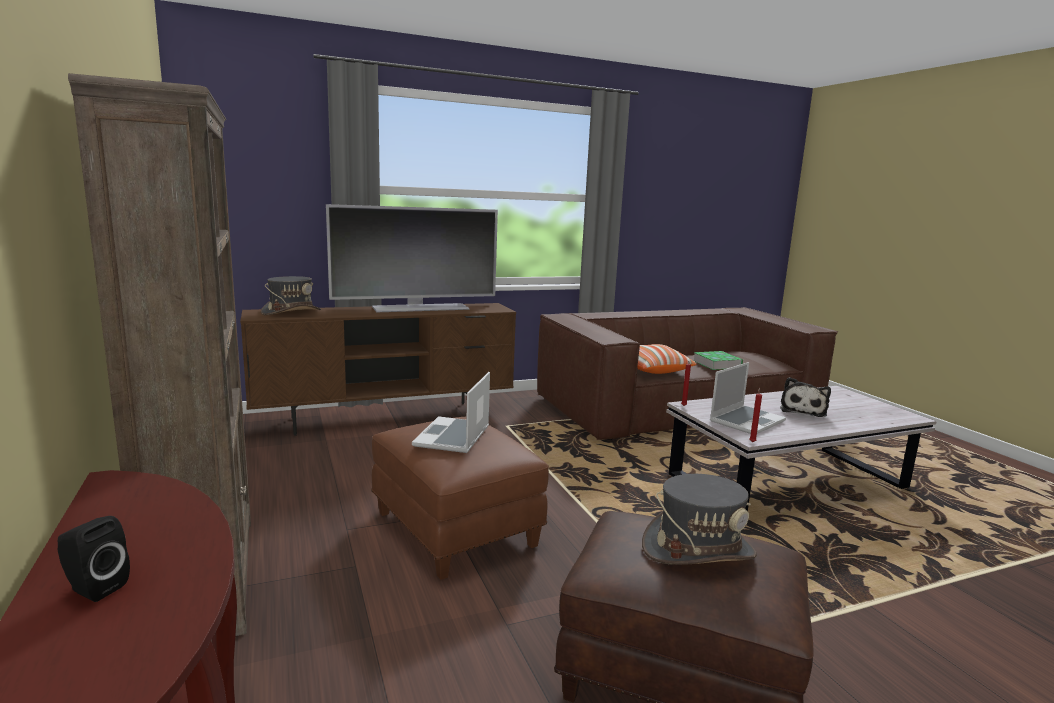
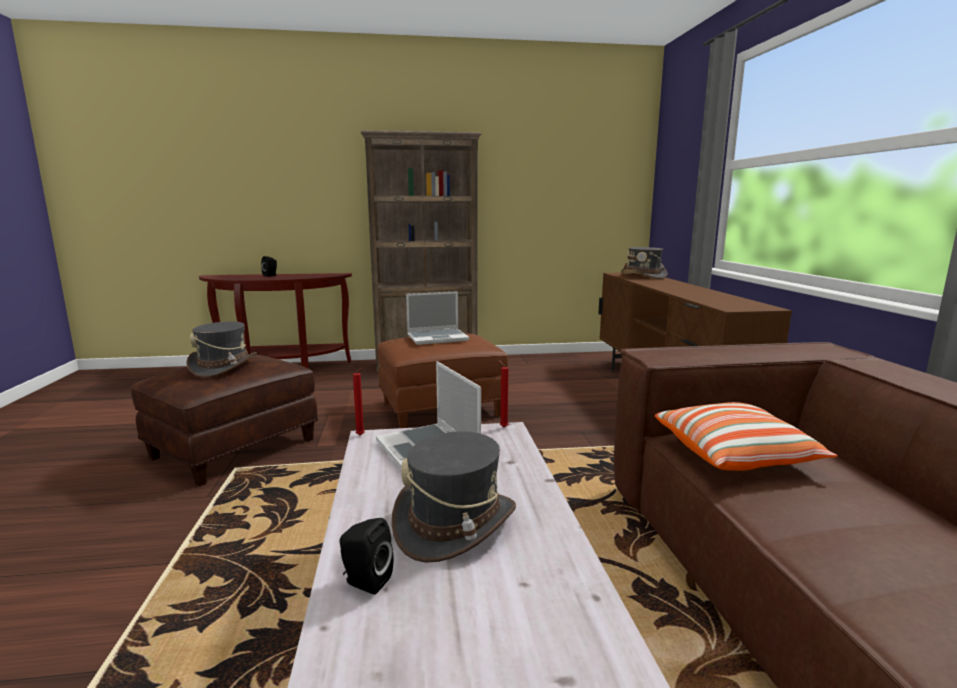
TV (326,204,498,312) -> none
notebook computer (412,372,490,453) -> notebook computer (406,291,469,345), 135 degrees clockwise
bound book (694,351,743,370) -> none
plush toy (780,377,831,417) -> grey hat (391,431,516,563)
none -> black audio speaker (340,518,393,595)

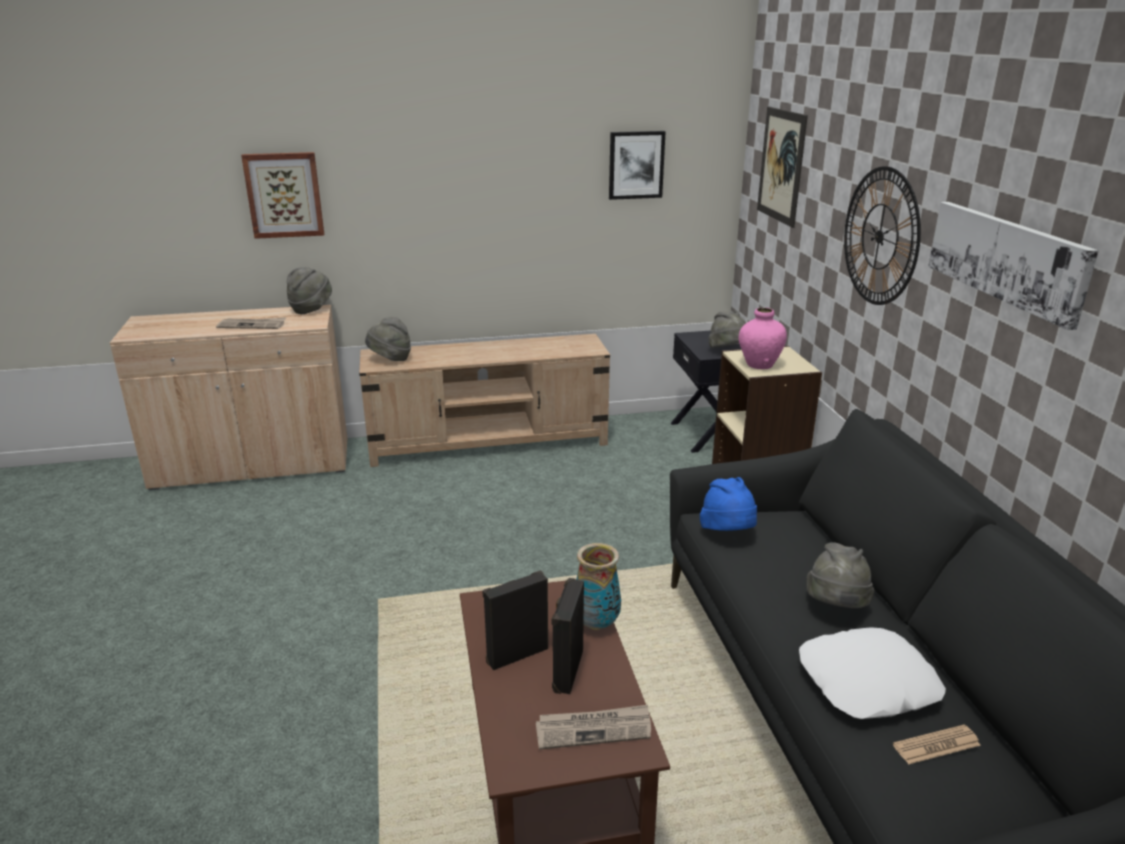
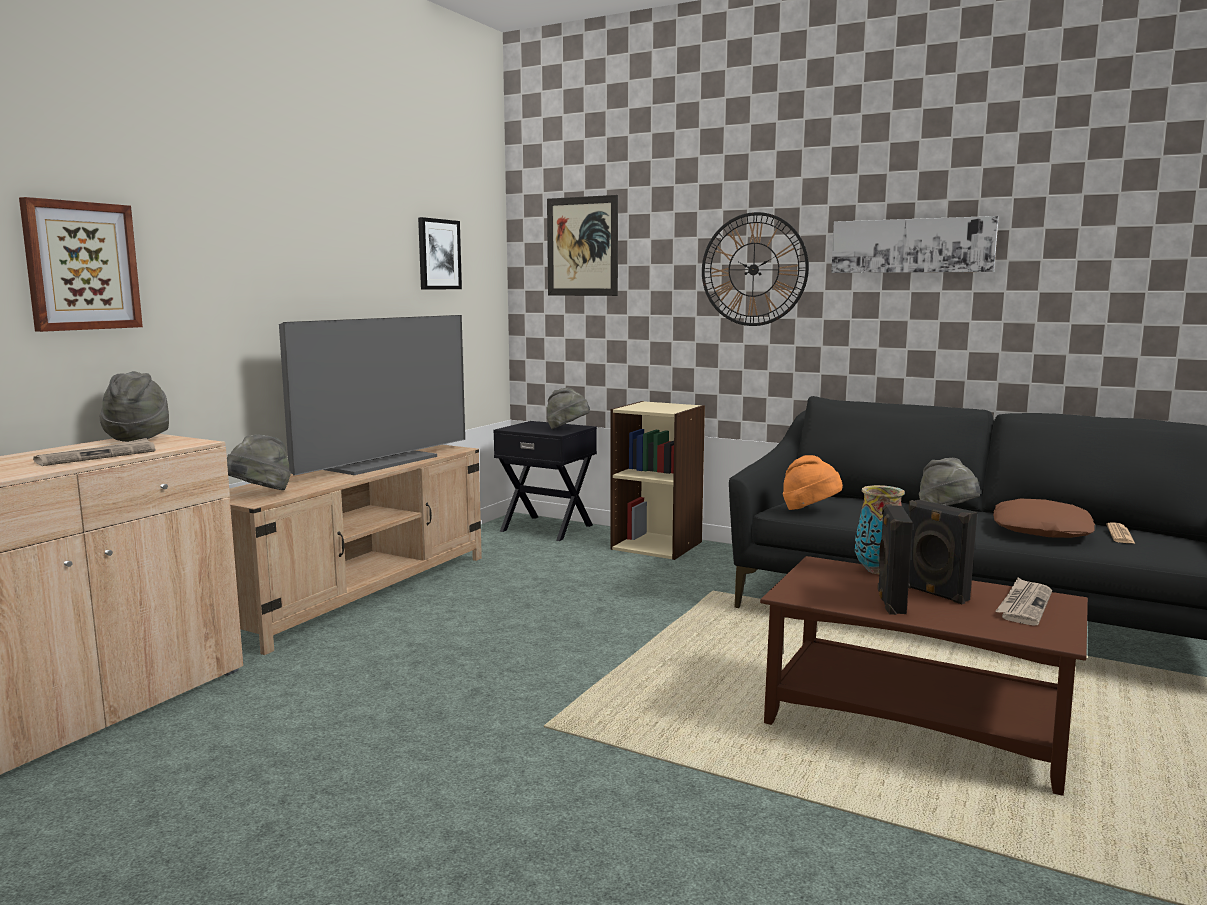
blue hat (700,477,757,531) -> orange-coloured hat (783,455,843,510)
pink vase (739,308,787,369) -> none
white-coloured pillow (799,628,946,719) -> brown-coloured pillow (993,499,1095,538)
none -> TV (279,315,465,476)

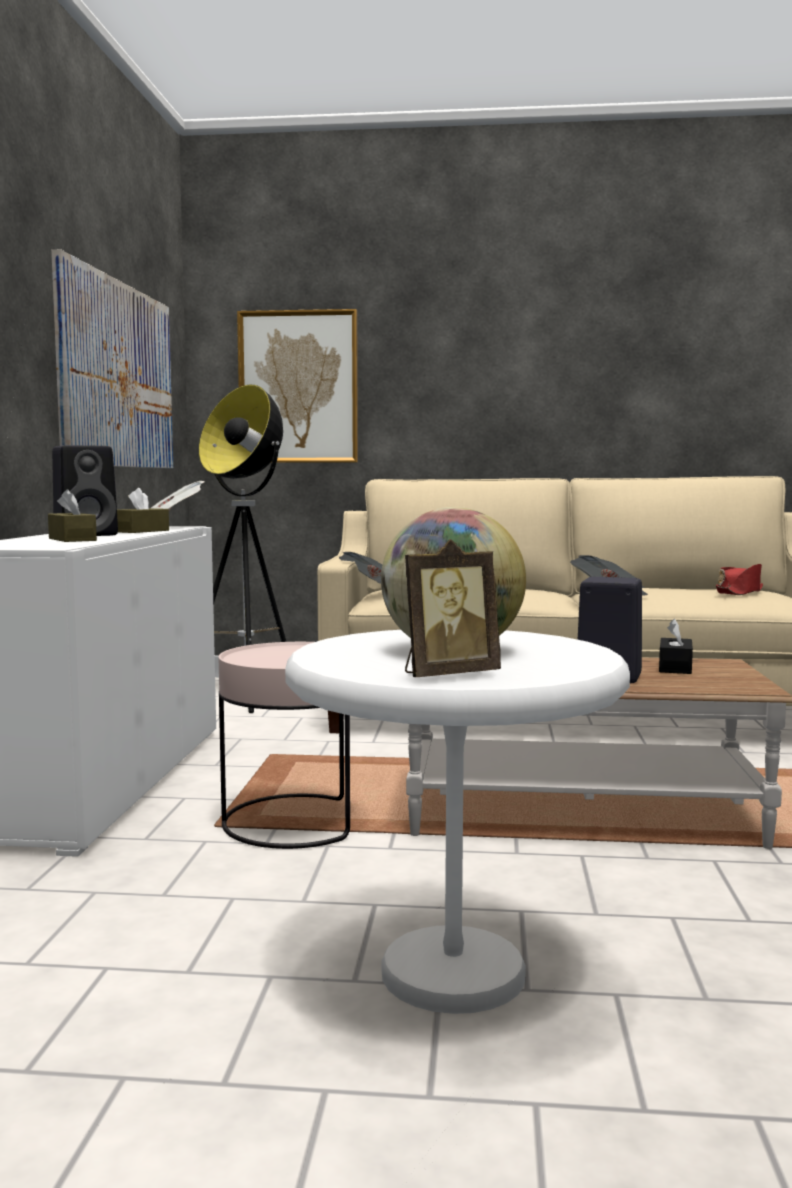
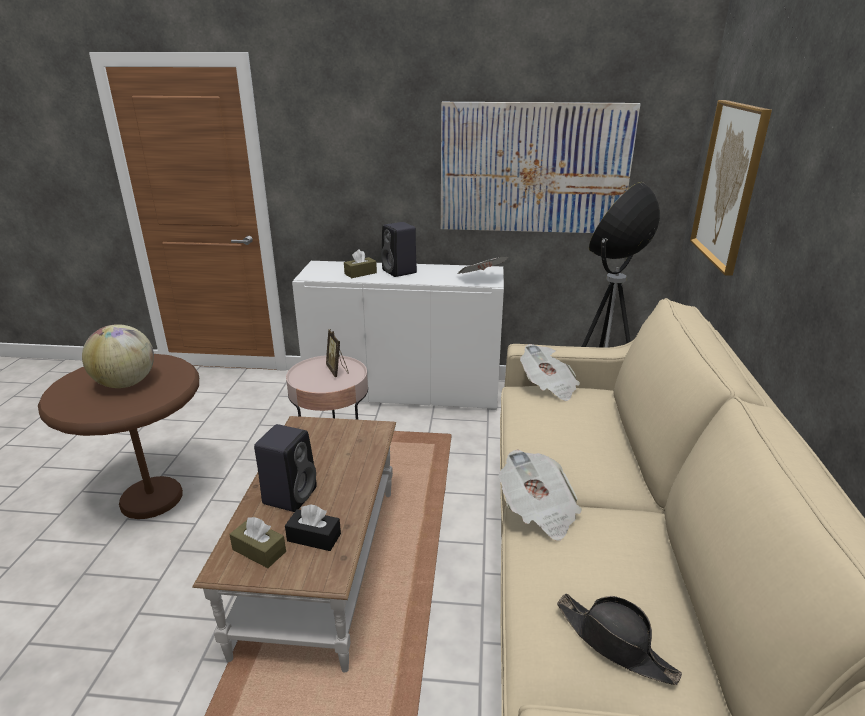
brown-coloured box of tissues (117,488,169,533) -> brown-coloured box of tissues (229,517,286,568), shifted
white-coloured accent table (285,630,630,1014) -> brown-coloured accent table (38,354,199,519)
standing frame (405,539,501,677) -> standing frame (326,329,349,377), shifted
reddish hat (716,564,763,595) -> black hat (557,593,682,685)

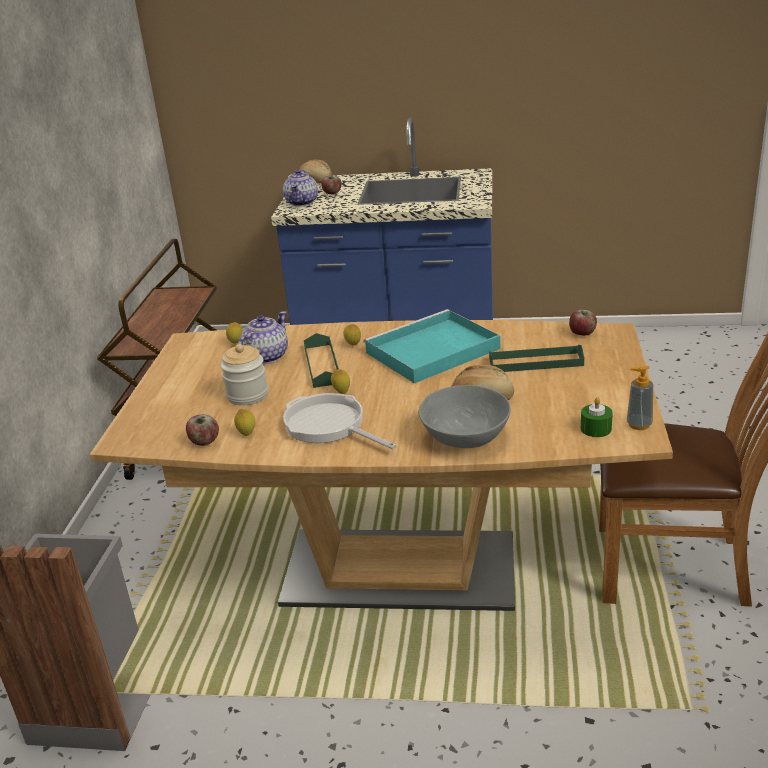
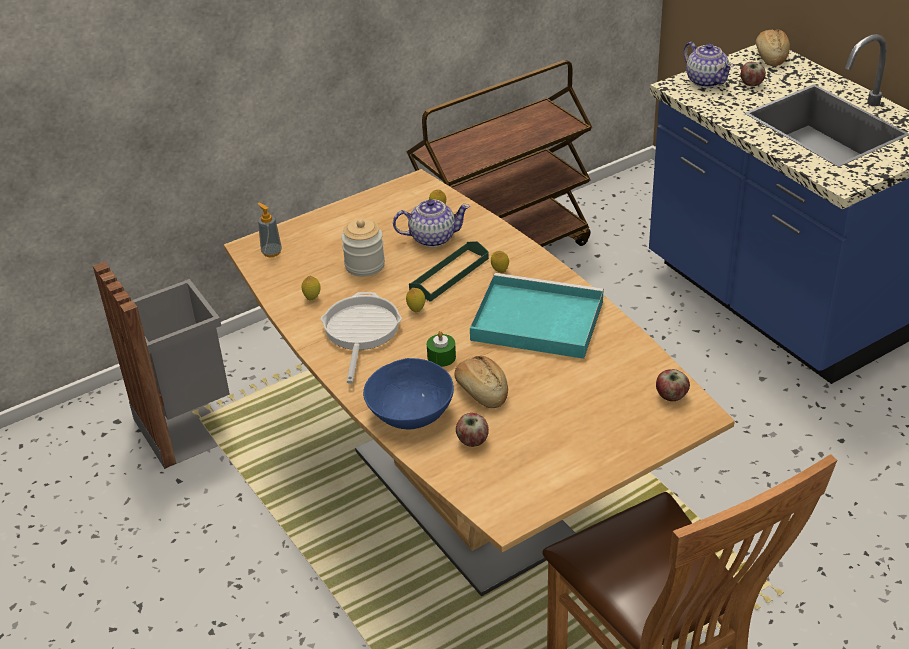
apple (186,414,219,446) -> apple (456,413,489,447), shifted
tea pot (283,170,318,206) -> tea pot (683,42,734,88), 90 degrees counterclockwise
grey deep dish (418,385,511,448) -> blue deep dish (363,358,454,429)
greenish carrying tray (489,345,584,372) -> none
greenish wax light (581,397,613,437) -> greenish wax light (427,331,456,367), shifted
soap dispenser (627,366,653,430) -> soap dispenser (258,203,282,257), shifted

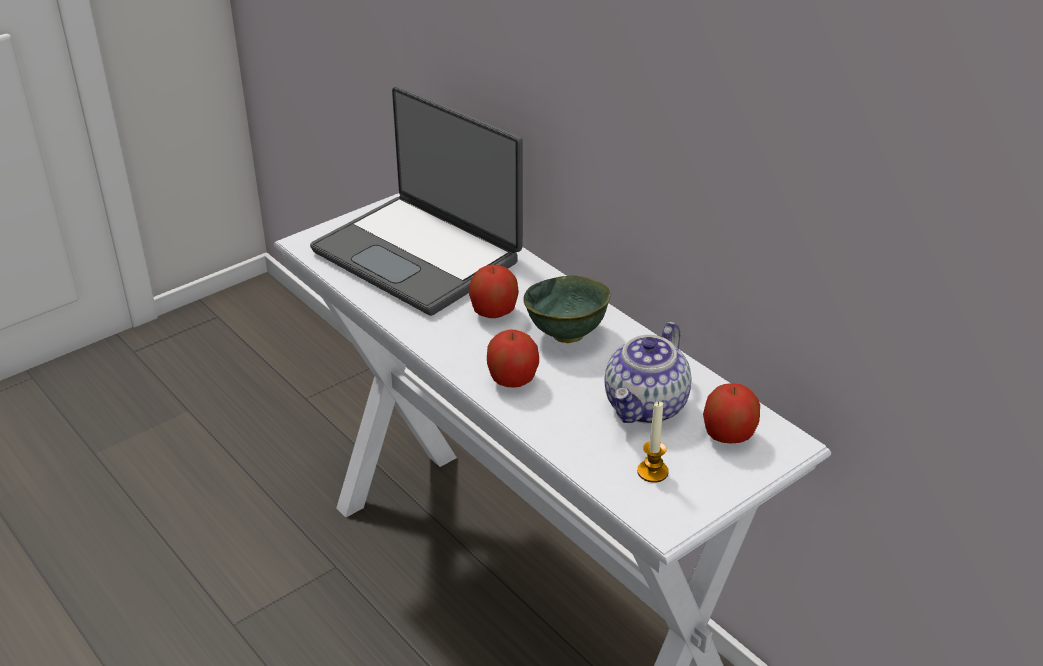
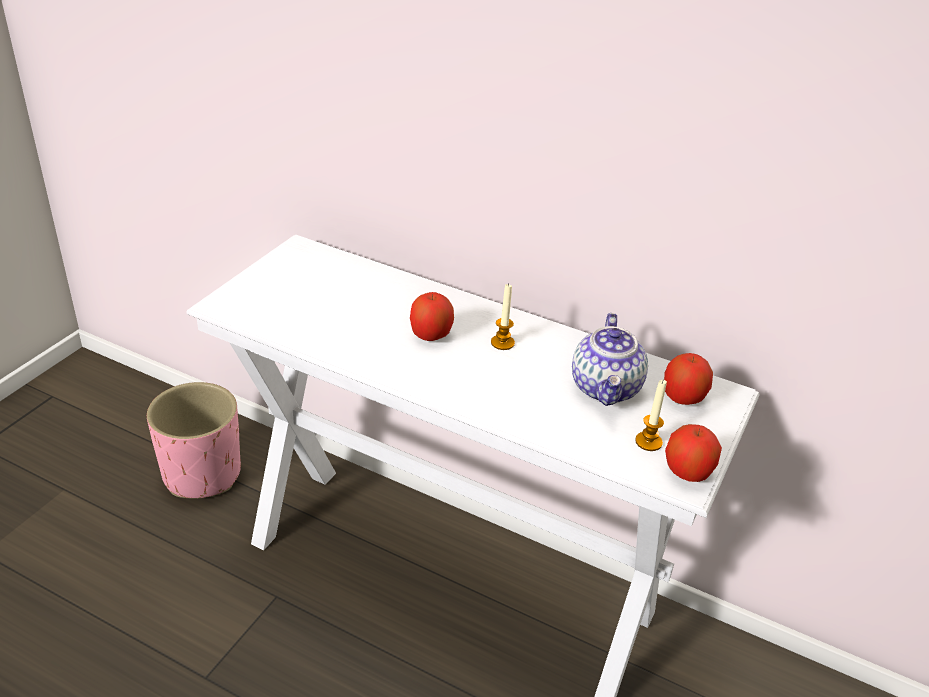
notebook computer (310,86,523,316) -> none
apple (487,330,539,388) -> apple (665,424,722,482), shifted
greenish deep dish (523,276,610,343) -> wax light (491,283,515,350)
none -> pink flower pot (147,382,241,499)

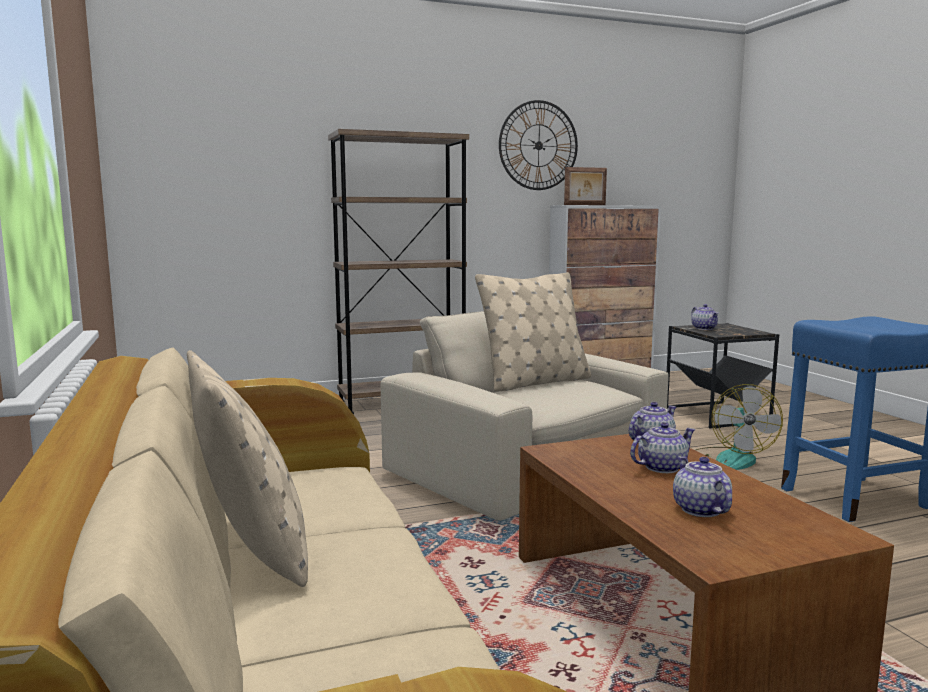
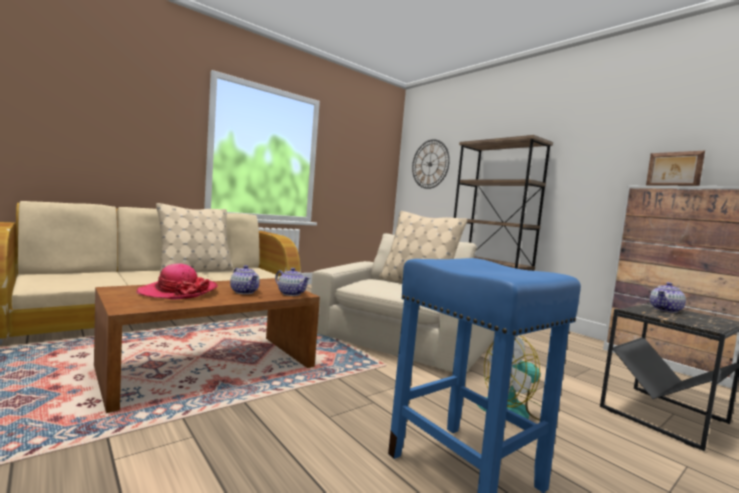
clock on the wall (499,100,578,190) -> clock on the wall (412,139,450,189), shifted
tea pot (673,456,732,517) -> hat (136,263,218,300)

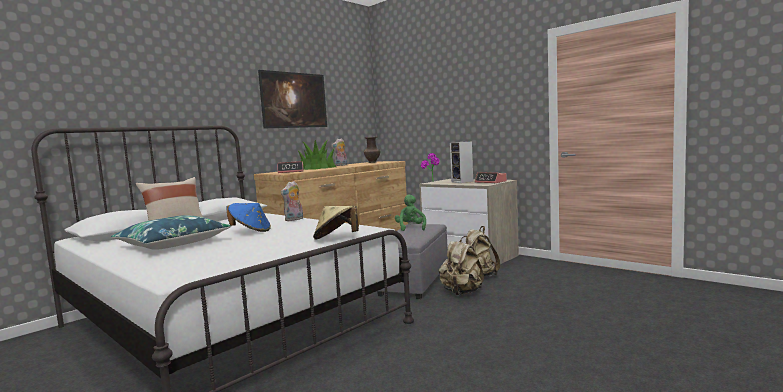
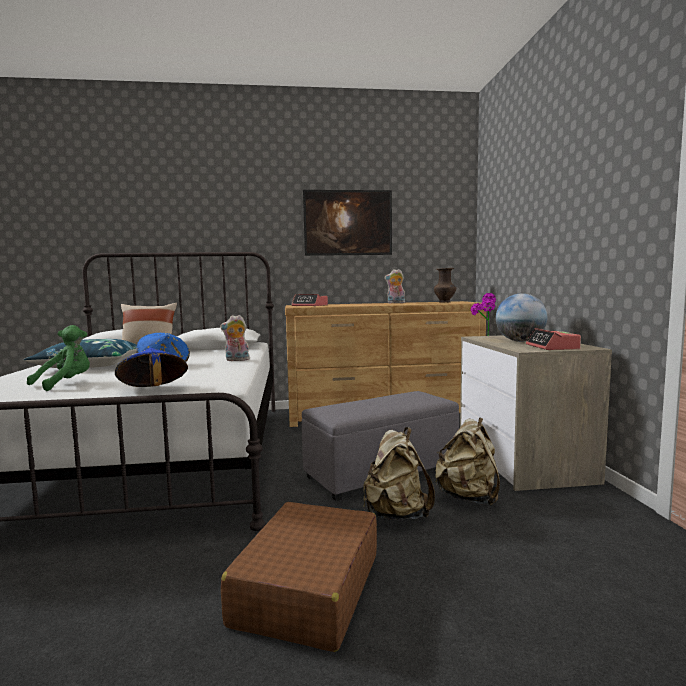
potted plant (297,140,336,170) -> none
beige hat (313,206,360,240) -> blue hat (115,348,188,387)
greenish plush toy (395,194,426,231) -> greenish plush toy (27,325,90,391), shifted
audio speaker (450,141,473,183) -> desk globe (496,293,548,342)
none -> brown-coloured travel case (221,502,377,652)

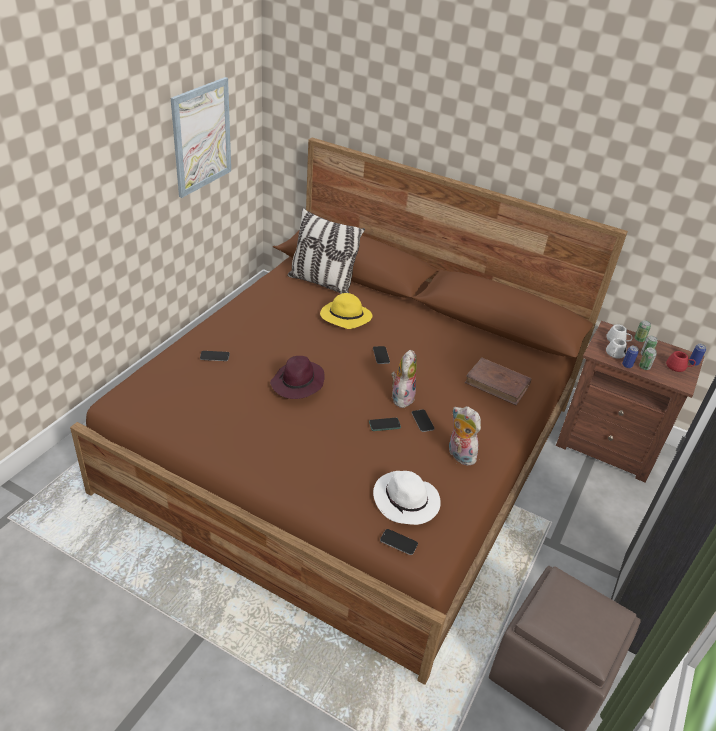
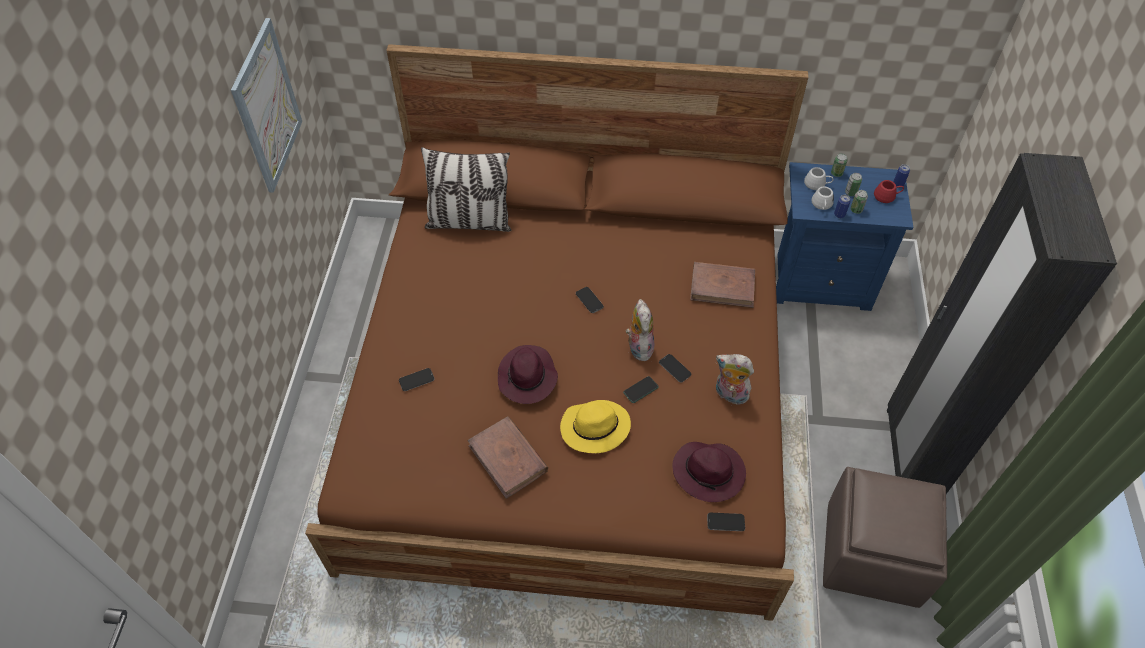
yellowish hat (320,293,372,329) -> yellowish hat (560,400,631,453), shifted
white-coloured hat (373,471,440,525) -> purplish hat (672,442,746,502)
brown-coloured bedside table (556,321,704,483) -> blue bedside table (776,162,914,311)
none -> brown-coloured bound book (467,416,548,499)

